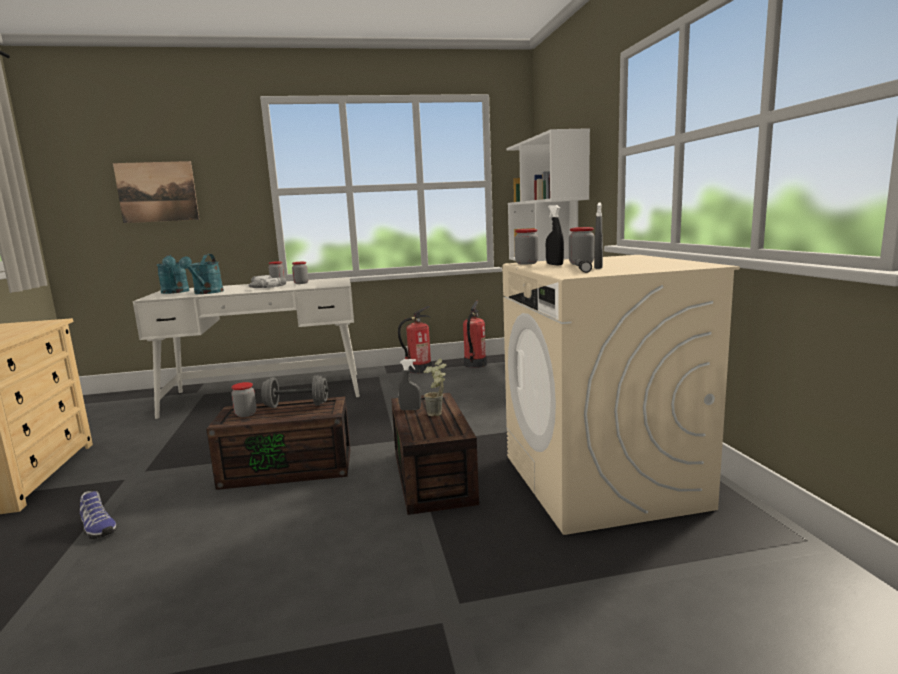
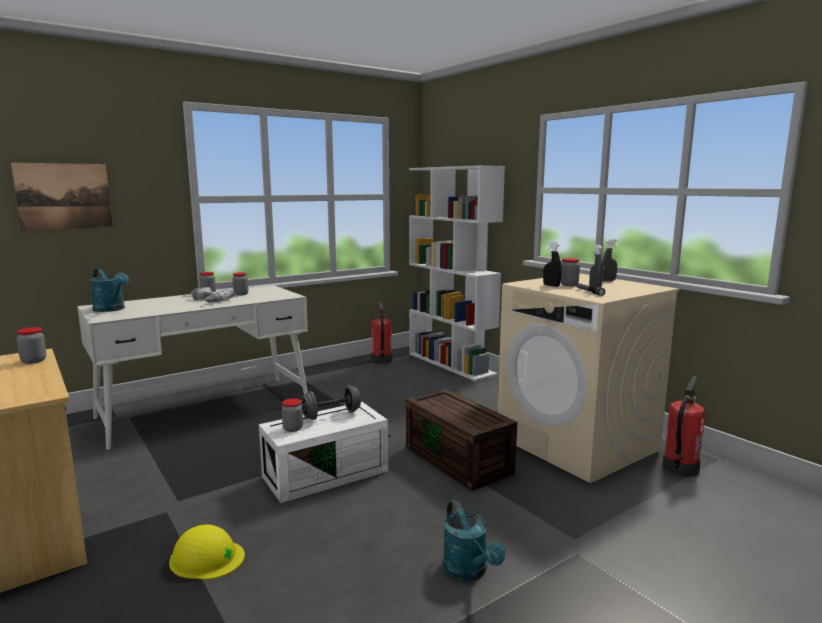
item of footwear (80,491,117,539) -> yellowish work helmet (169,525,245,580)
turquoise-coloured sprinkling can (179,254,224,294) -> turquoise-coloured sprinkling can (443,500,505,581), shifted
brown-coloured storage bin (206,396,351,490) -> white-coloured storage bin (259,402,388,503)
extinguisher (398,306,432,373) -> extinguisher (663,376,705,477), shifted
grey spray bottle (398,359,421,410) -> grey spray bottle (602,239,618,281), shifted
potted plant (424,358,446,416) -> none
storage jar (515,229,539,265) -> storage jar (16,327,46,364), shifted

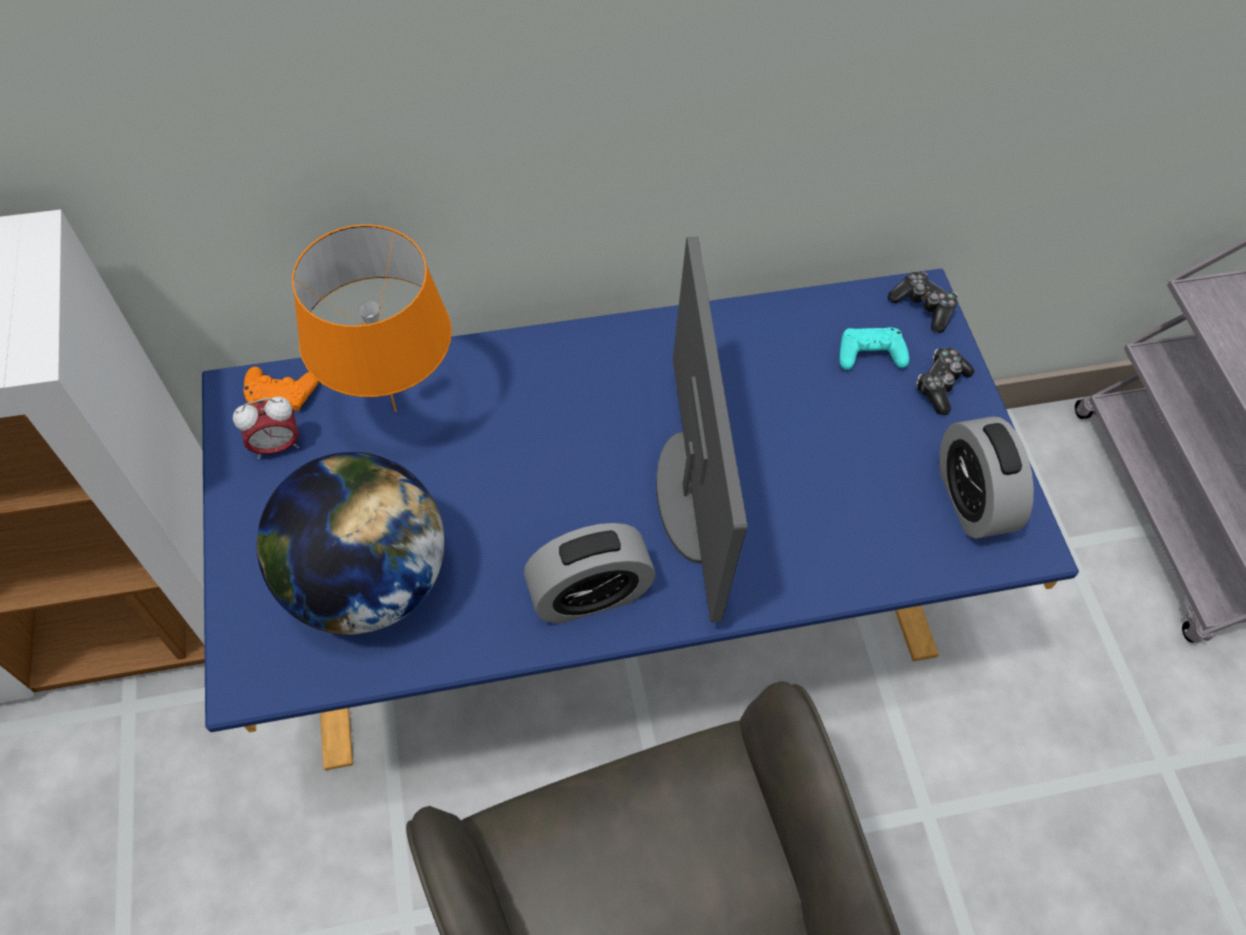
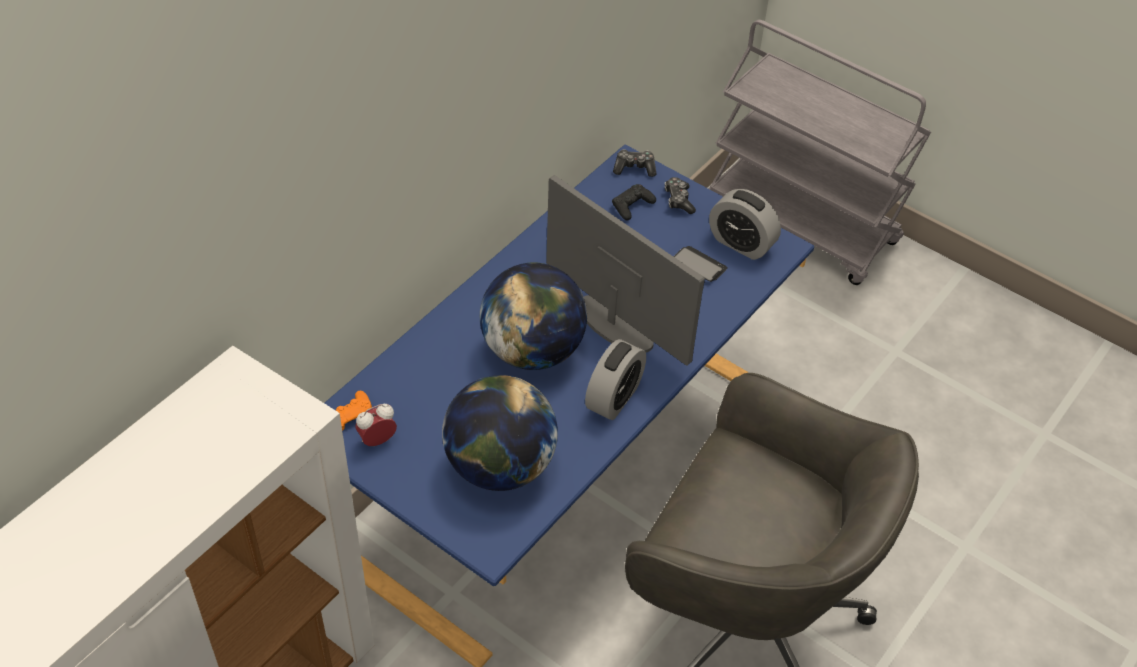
alarm clock (233,397,299,459) -> alarm clock (355,404,397,446), 150 degrees counterclockwise
orange-coloured table lamp (292,225,452,412) -> none
turquoise-coloured gamepad (840,327,909,370) -> black gamepad (612,184,656,221)
none -> desk globe (480,262,587,370)
none -> handset (673,246,727,282)

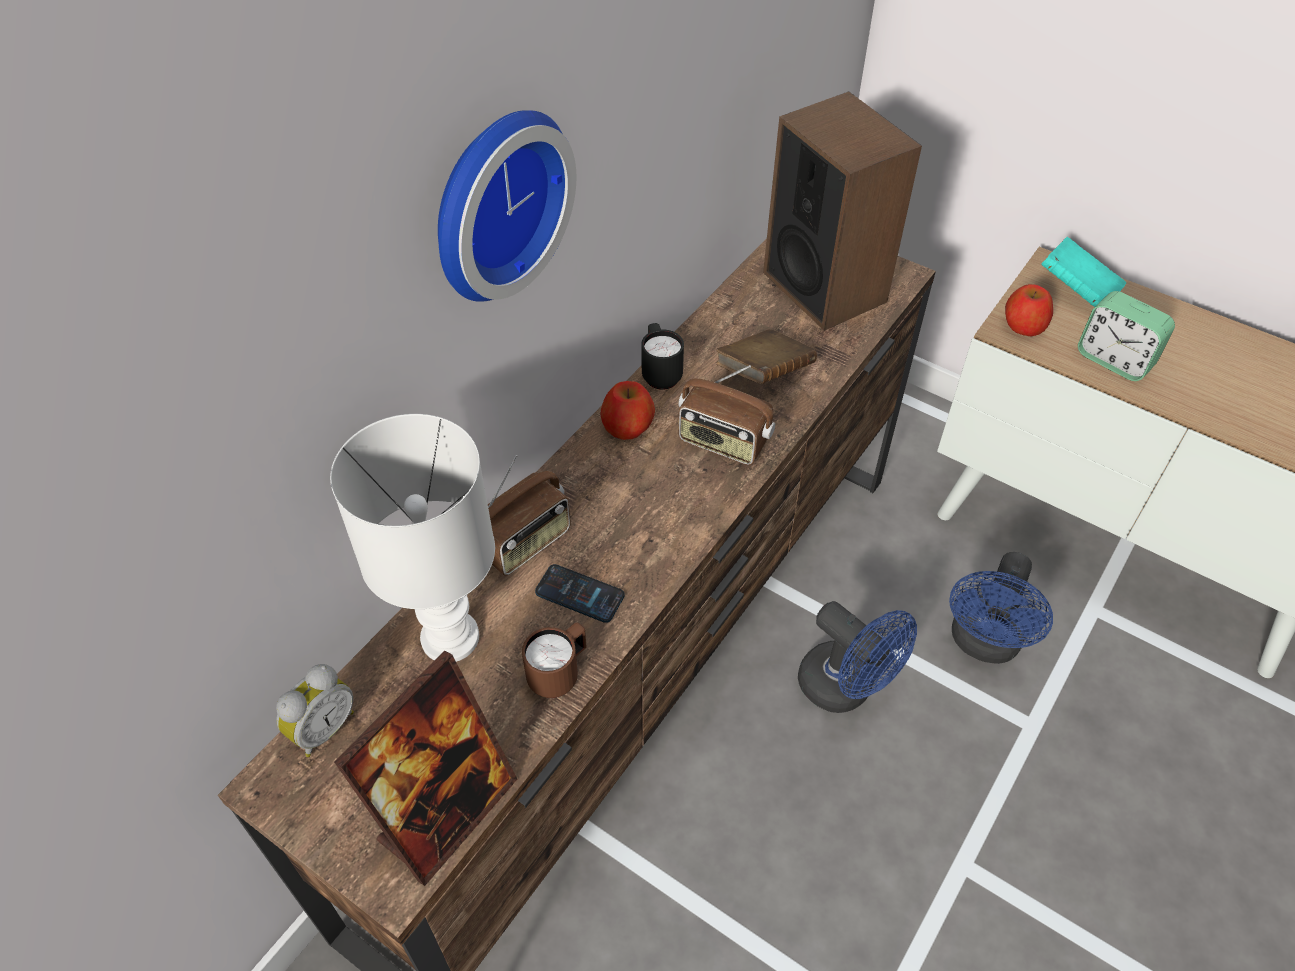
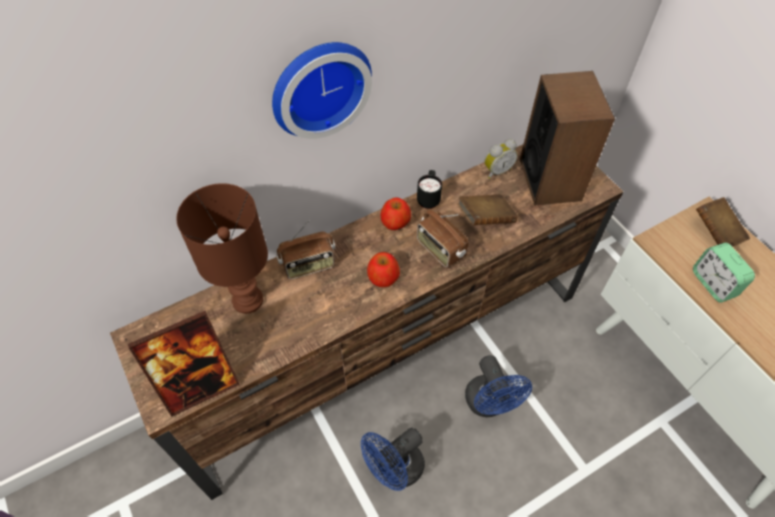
alarm clock (276,664,354,757) -> alarm clock (484,139,518,179), shifted
white-coloured table lamp (330,414,495,662) -> brown-coloured table lamp (176,183,268,314)
brown-coloured tea mug (522,622,586,698) -> none
handset (535,564,624,623) -> none
blue fan (949,552,1053,664) -> blue fan (361,428,425,491), shifted
apple (1005,284,1053,336) -> apple (367,252,400,287), shifted
turquoise-coloured bound book (1041,237,1126,307) -> brown-coloured bound book (696,197,750,247)

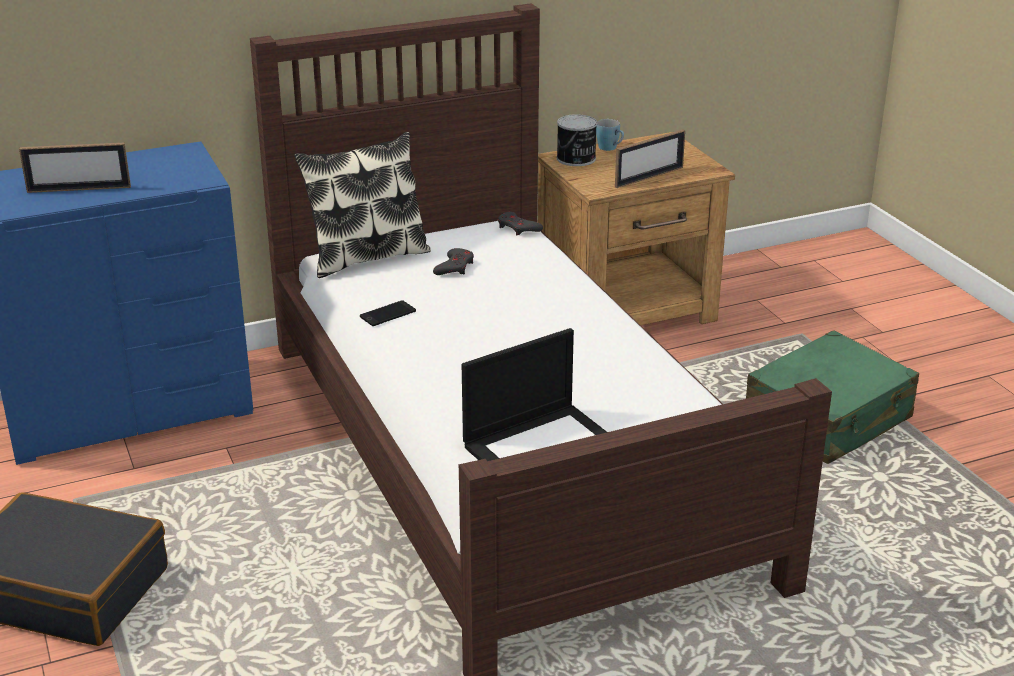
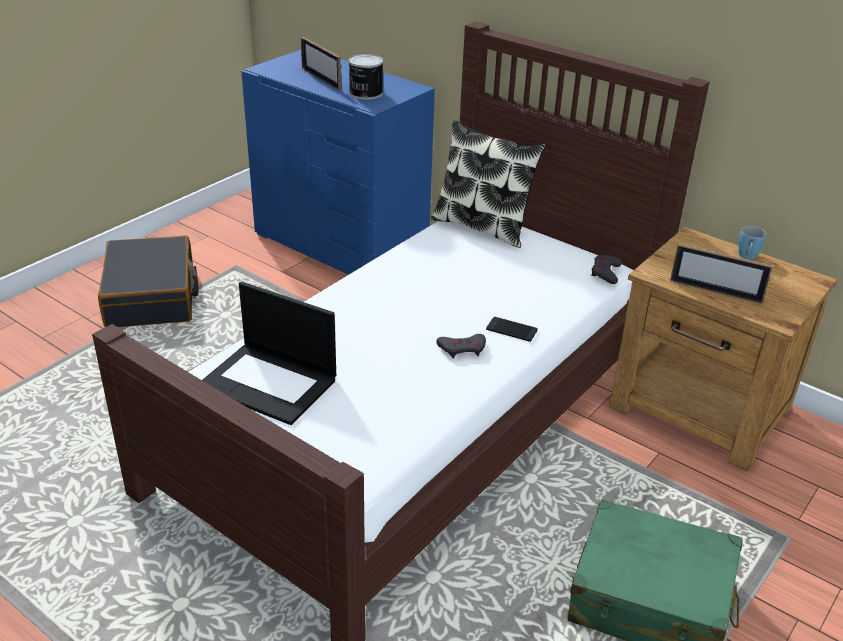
handset (360,300,416,326) -> handset (486,317,538,342), shifted
grey gamepad (433,248,474,275) -> grey gamepad (436,334,486,358), shifted
metal can (557,114,597,166) -> metal can (349,54,383,100), shifted

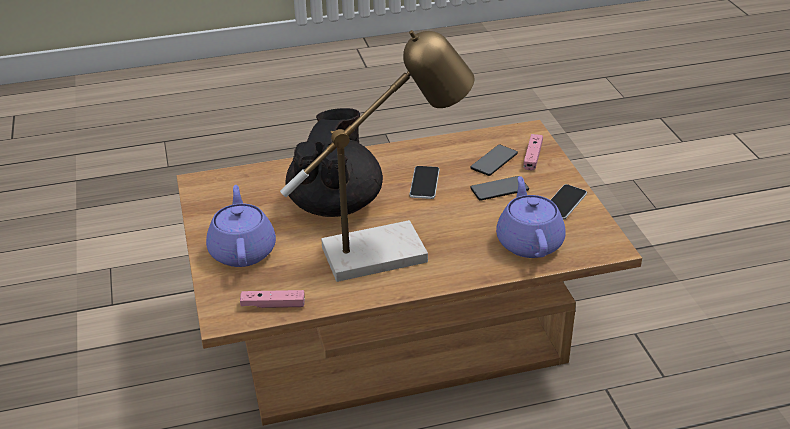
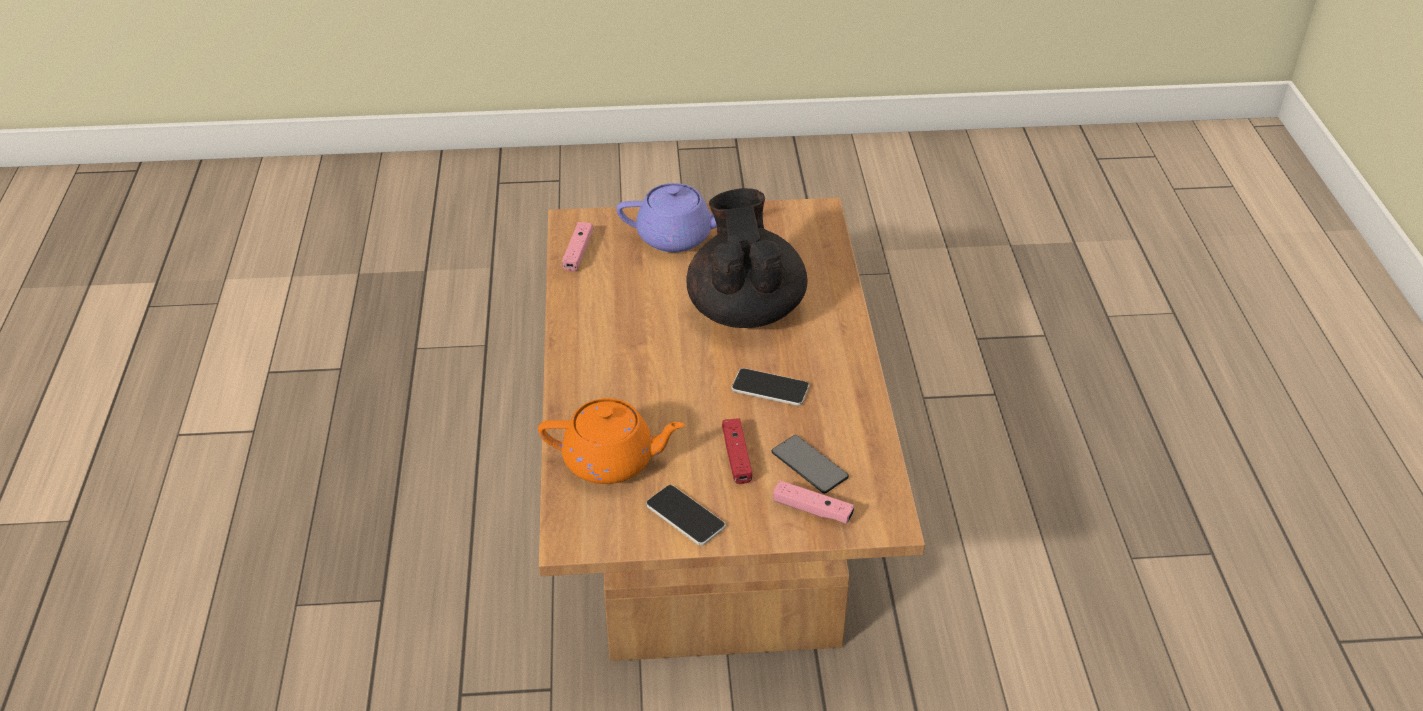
table lamp (280,30,474,282) -> none
black tea pot (285,108,383,217) -> black tea pot (686,188,807,328), 120 degrees counterclockwise
handset (470,176,529,201) -> reddish gamepad (722,418,752,484)
purplish tea pot (496,176,566,258) -> orange-coloured tea pot (538,398,685,484)

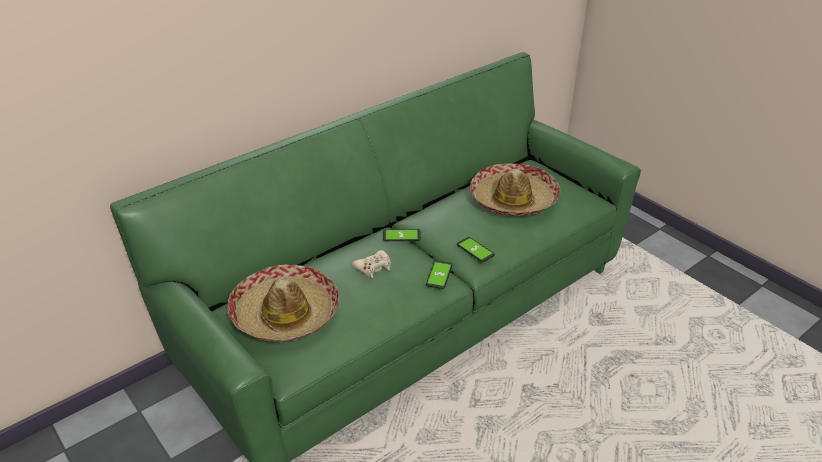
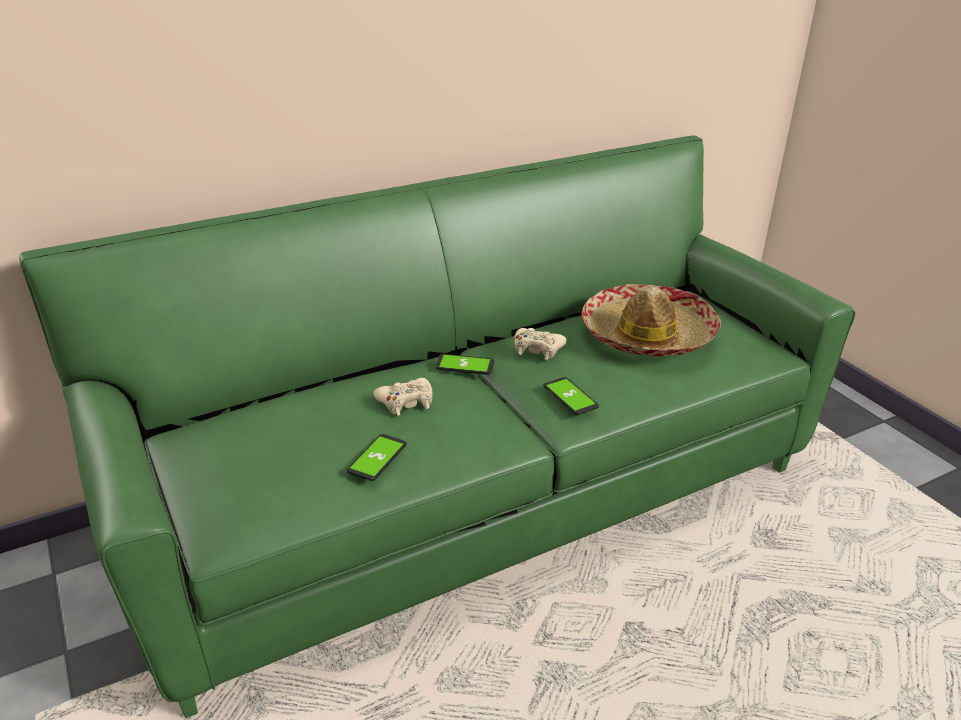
hat (227,265,339,342) -> none
handset (426,260,453,289) -> handset (347,434,407,481), shifted
none -> beige gamepad (515,328,567,360)

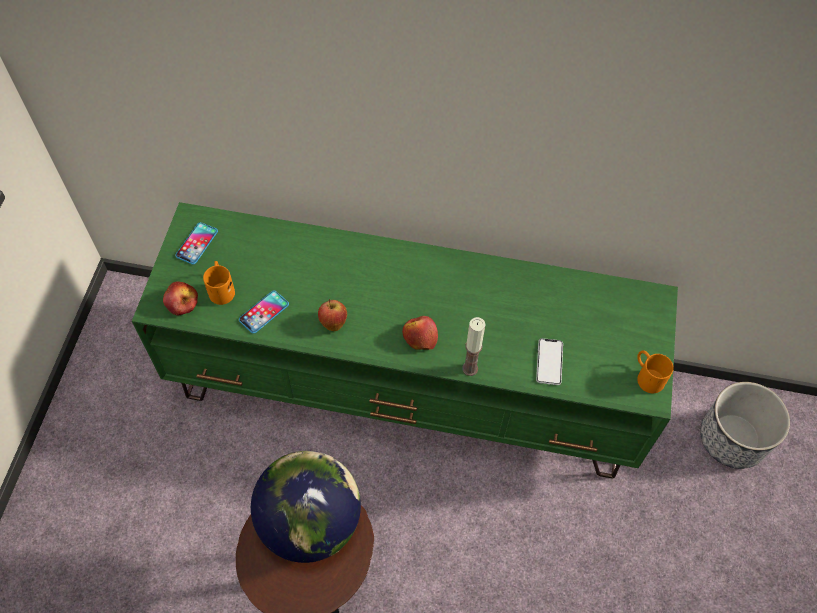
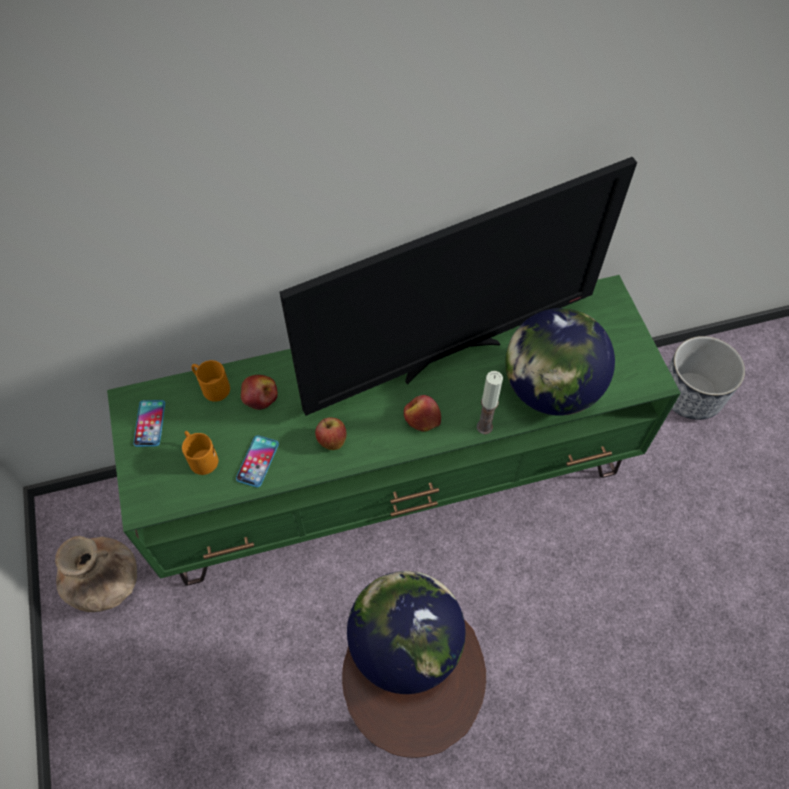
apple (163,281,198,315) -> apple (241,375,278,410), shifted
handset (536,338,563,385) -> desk globe (505,308,615,416)
orange-coloured tea mug (637,350,674,393) -> orange-coloured tea mug (191,360,230,402), shifted
none -> brown-coloured vase (55,536,137,612)
none -> TV (280,157,637,416)

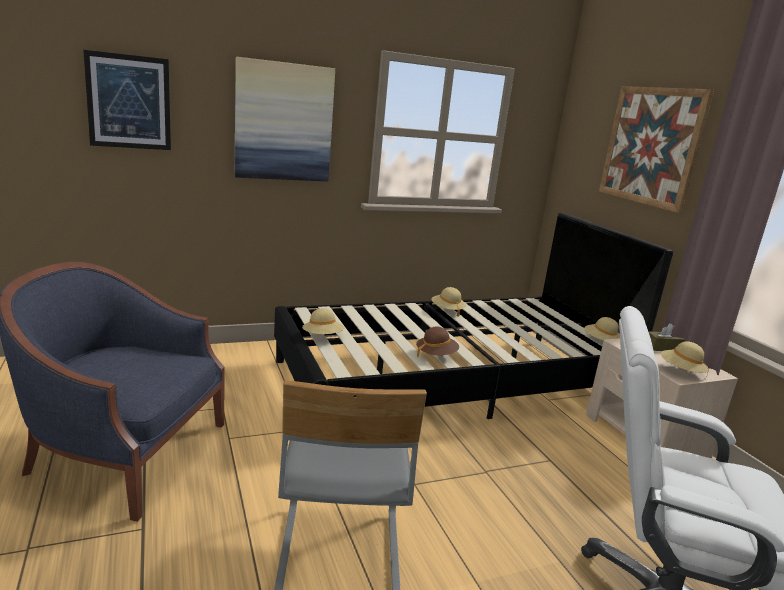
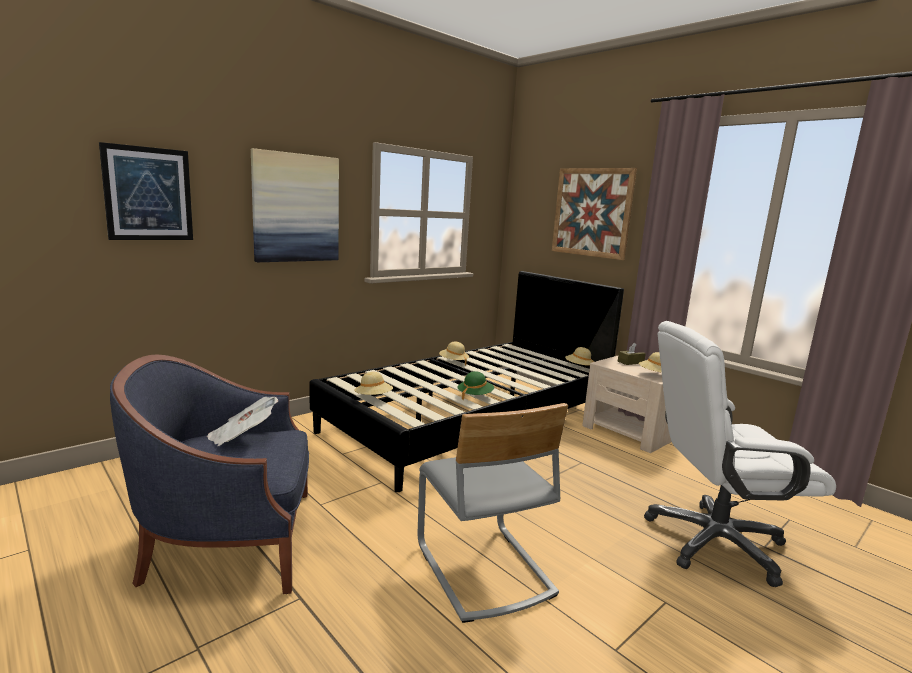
brown-coloured hat (416,327,459,357) -> greenish hat (458,371,494,400)
none -> daily paper (207,397,278,446)

